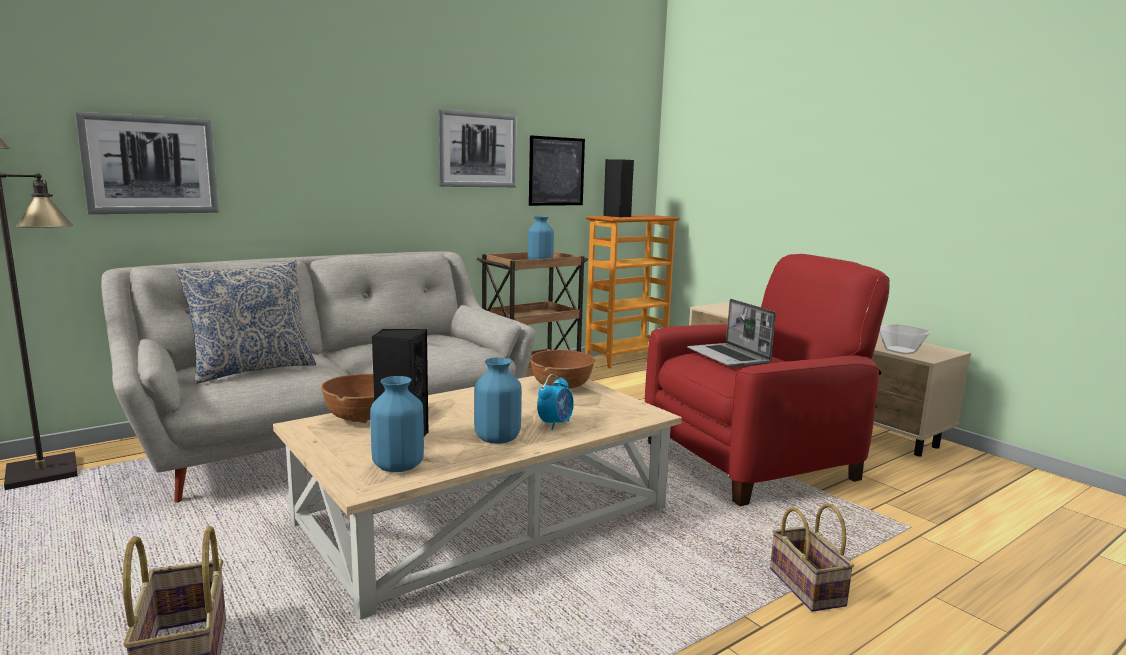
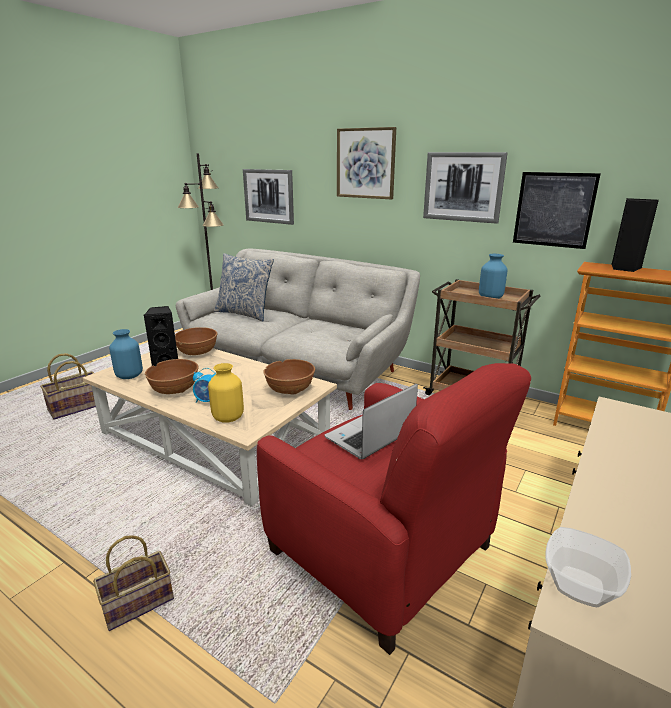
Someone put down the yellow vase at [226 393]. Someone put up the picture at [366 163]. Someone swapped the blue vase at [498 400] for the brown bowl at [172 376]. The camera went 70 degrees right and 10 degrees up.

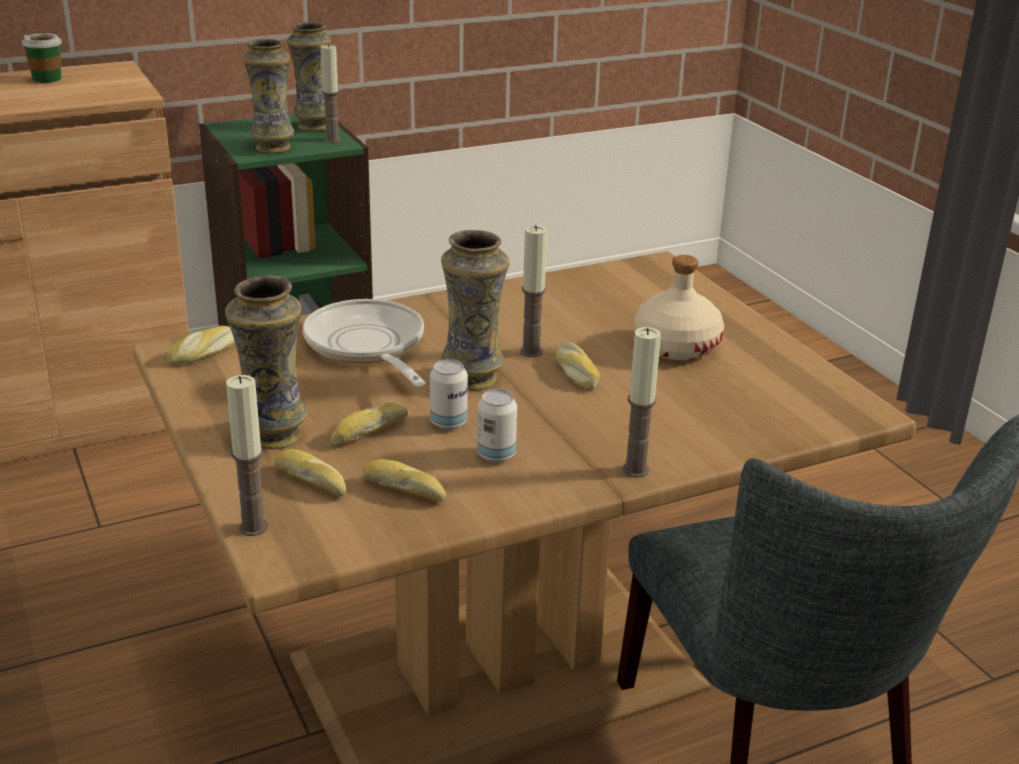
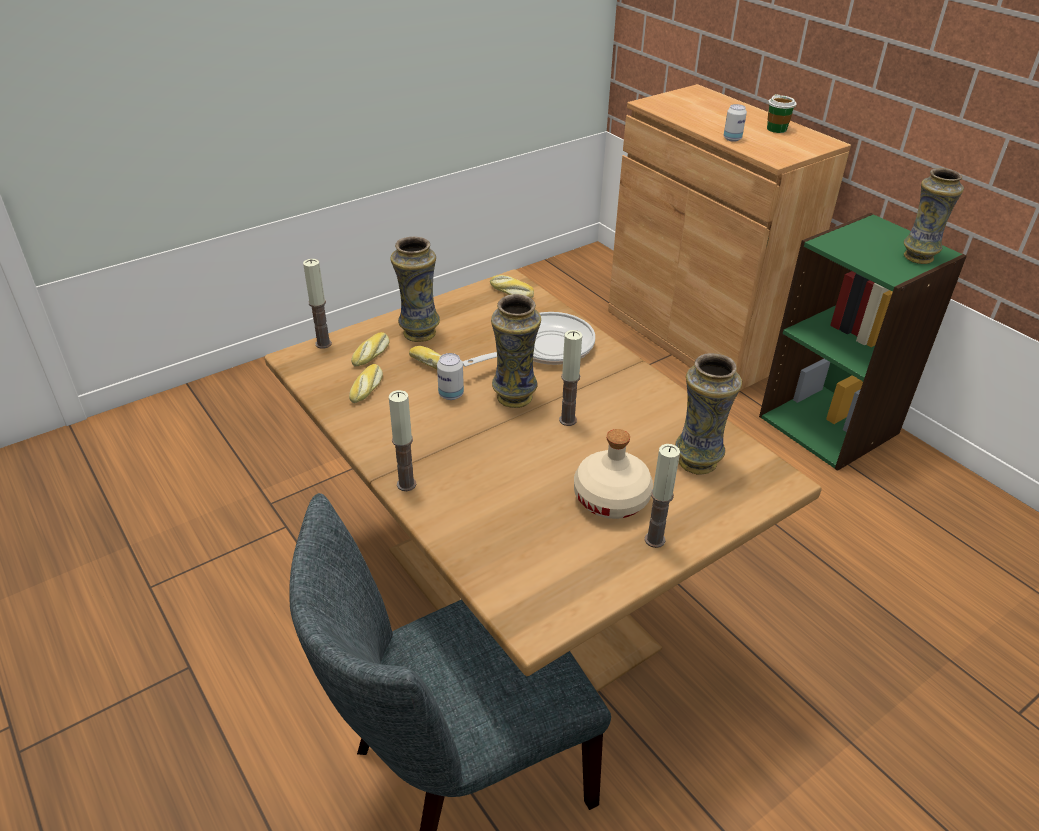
Someone took away the bread at [578 365]. Someone carried the vase from [268 96] to [708 414]. Someone carried the candle from [331 93] to [662 496]. Someone carried the can from [497 425] to [735 123]. The camera went 80 degrees right and 10 degrees up.

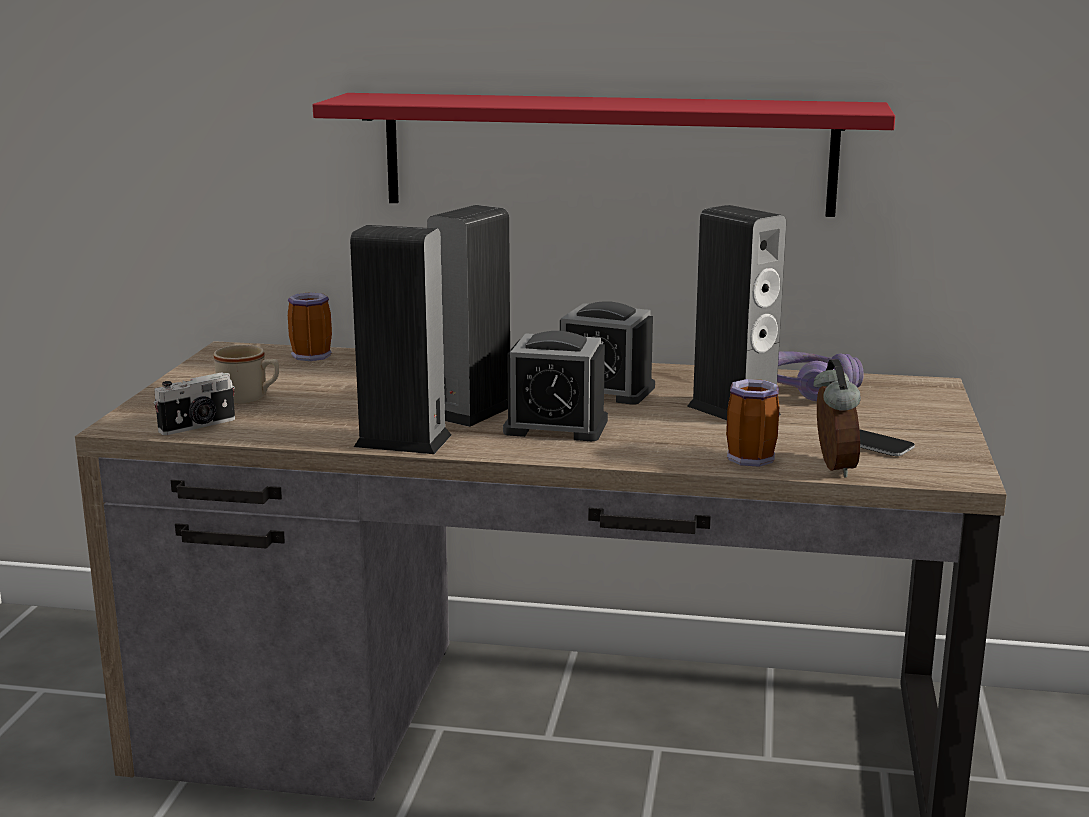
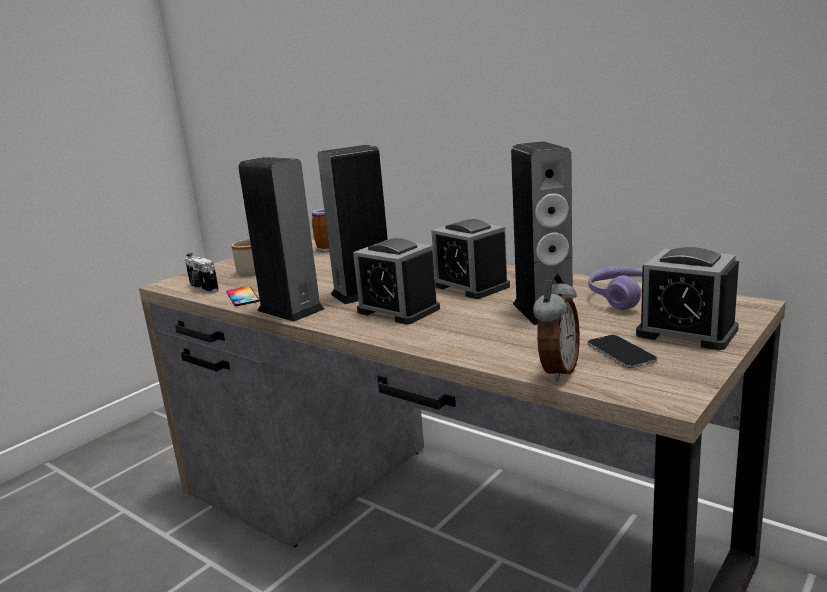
Someone took away the red shelf at [604 155]. Someone took away the mug at [752 423]. Someone put down the phone at [243 296]. Someone put down the alarm clock at [687 298]. Someone rotated the photo camera at [194 403] by 60 degrees clockwise. The camera went 30 degrees right and 0 degrees up.

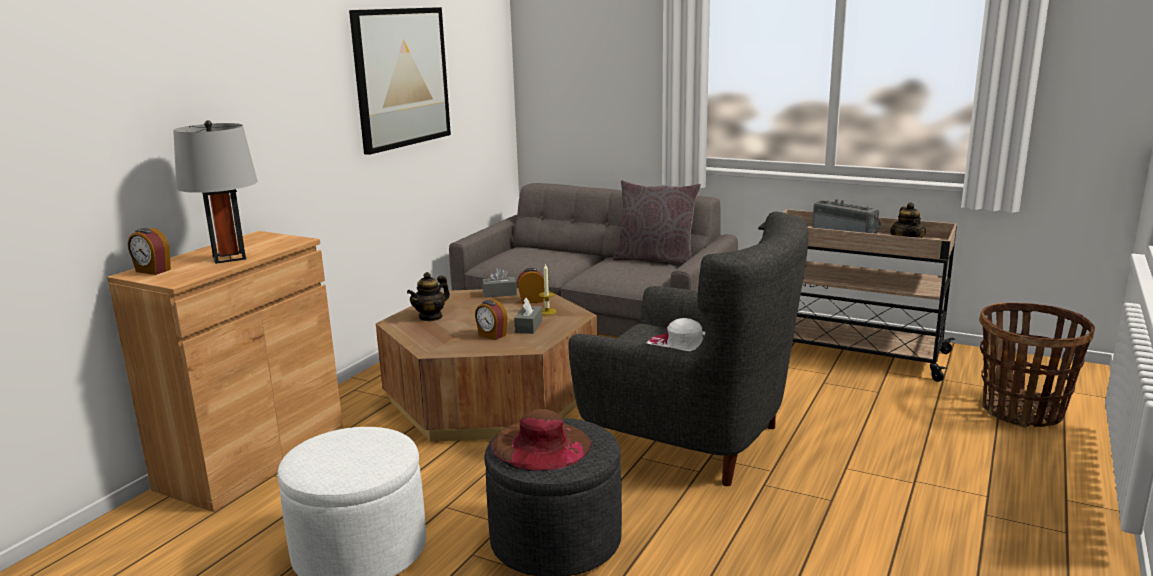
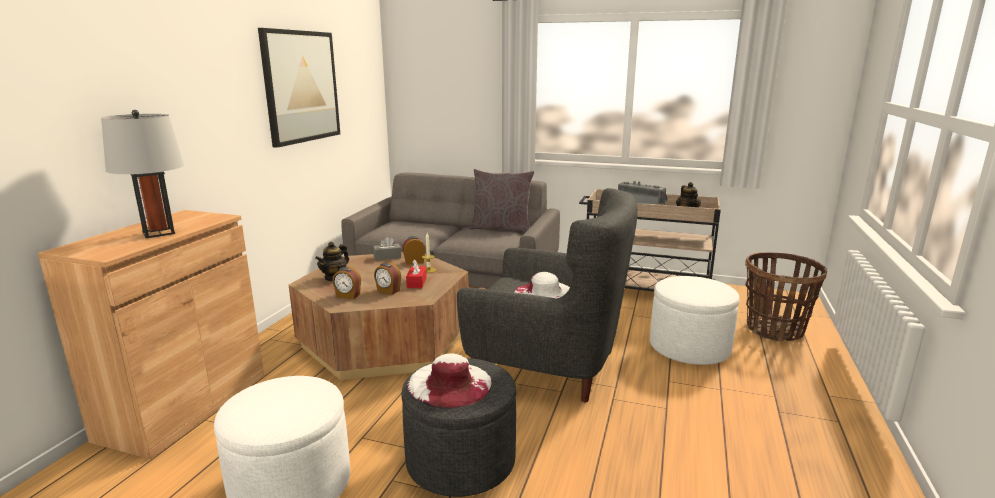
Someone put down the white ottoman at [695 320]. Someone carried the alarm clock from [149 251] to [346 283]. Someone repainted the brown hat at [541 440], which became the white hat at [449 381]. Someone repainted the grey tissue box at [528 316], which became the red tissue box at [416 273]. The camera went 10 degrees left and 0 degrees up.

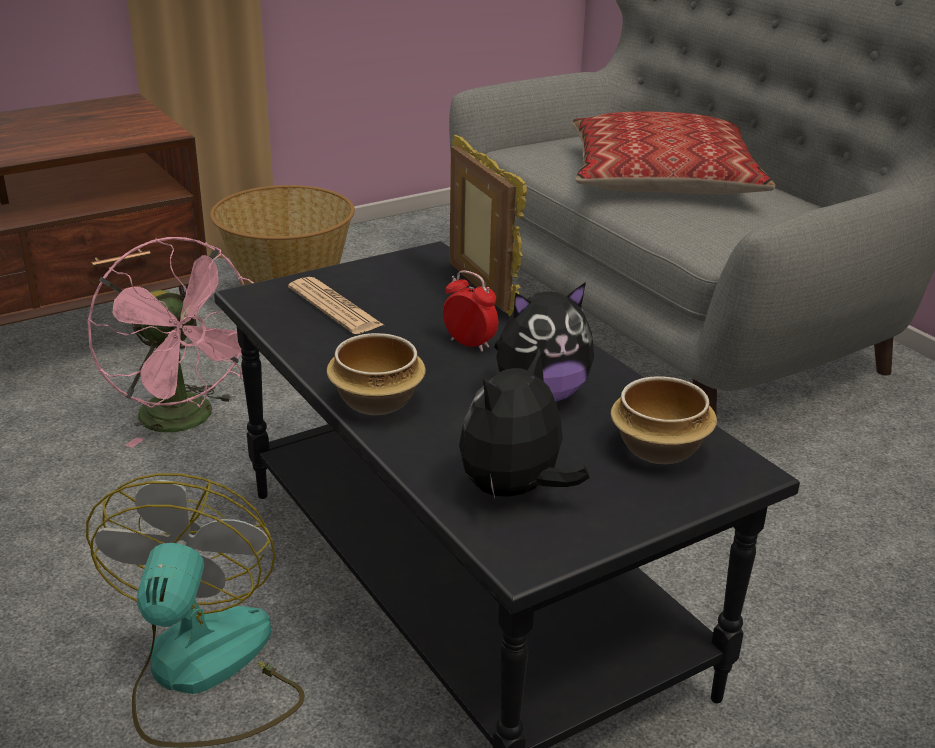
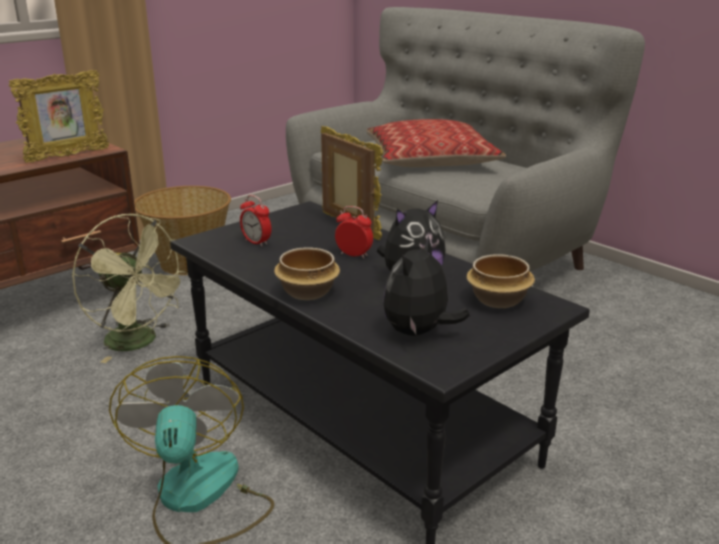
Someone put down the picture frame at [59 116]. Someone swapped the newspaper at [336 305] for the alarm clock at [256 221]. Someone repainted the pink fan at [170 342], which became the green fan at [130 288]. The camera went 10 degrees left and 5 degrees down.

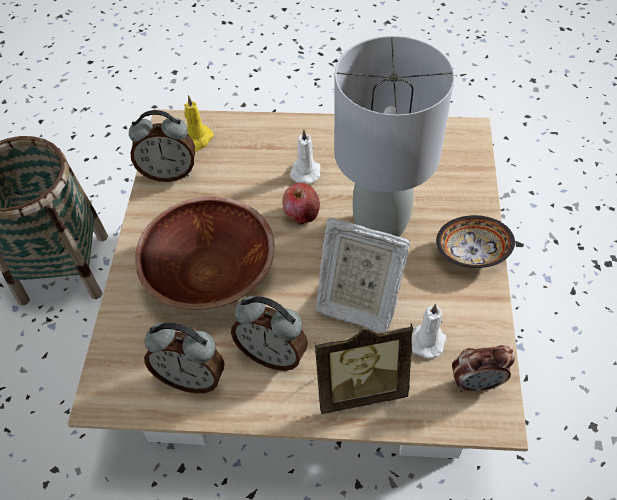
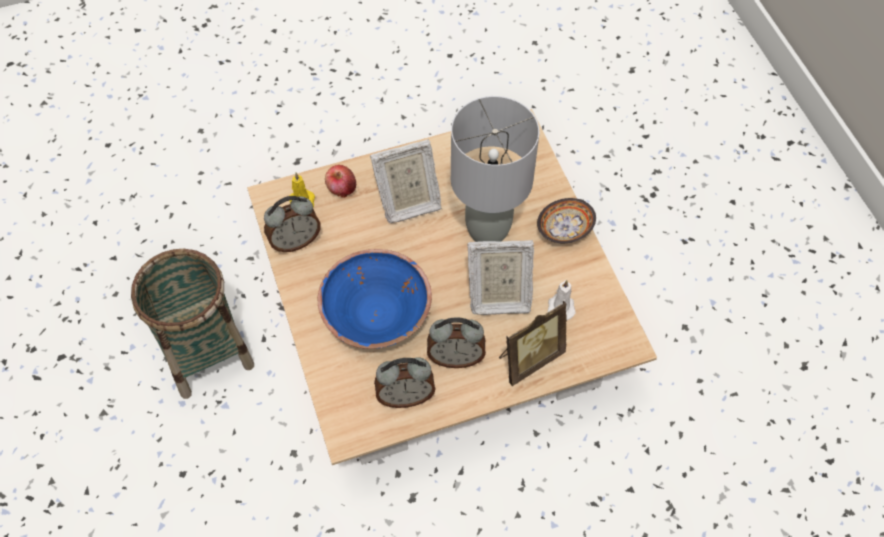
Someone took away the alarm clock at [483 368]. Someone carried the apple from [301 203] to [340 181]. Someone swapped the white candle at [305 156] for the picture frame at [406 181]. Someone repainted the brown bowl at [205 253], which became the blue bowl at [375 299]. The camera went 25 degrees left and 5 degrees up.

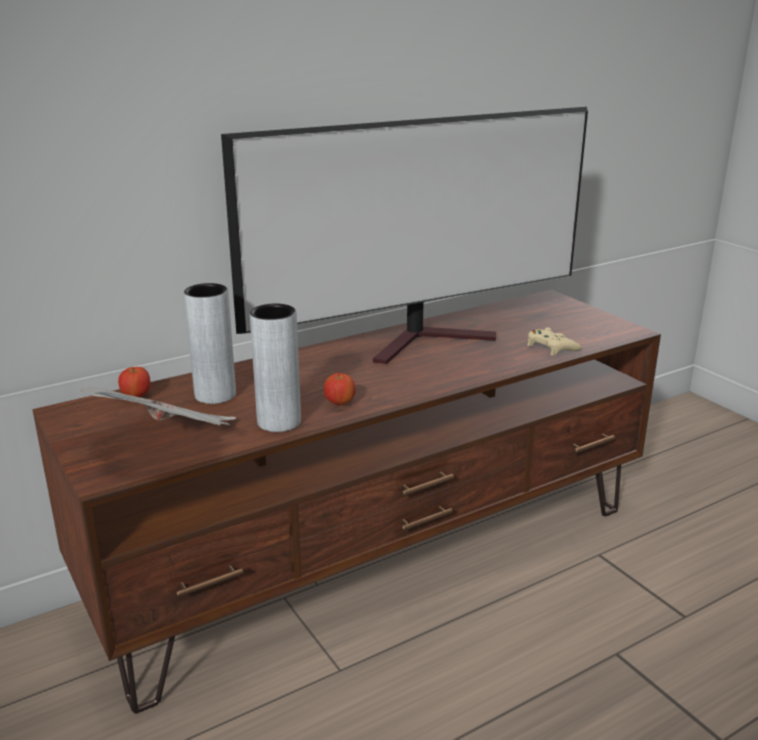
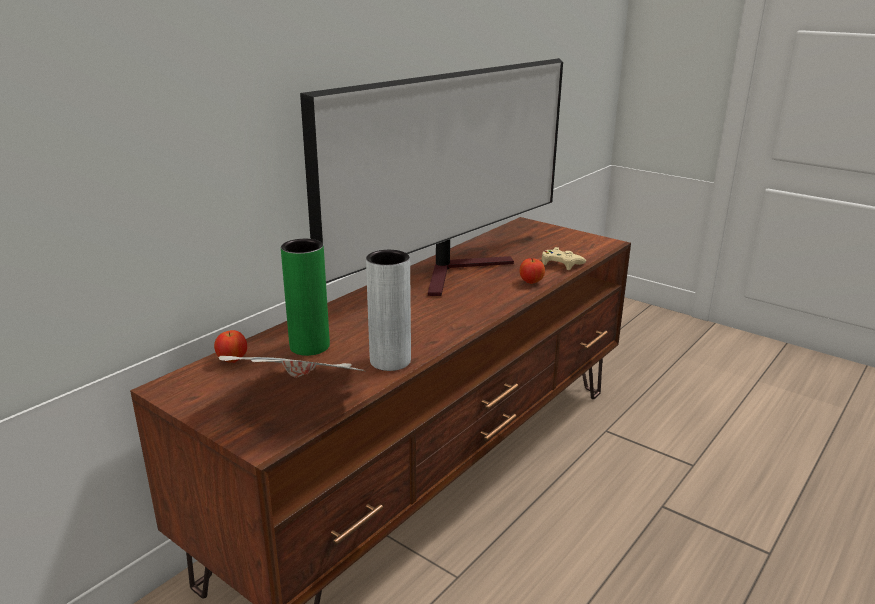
Someone carried the apple from [340 389] to [532 271]. Someone repainted the grey vase at [210 343], which became the green vase at [305 297]. The camera went 20 degrees left and 0 degrees up.

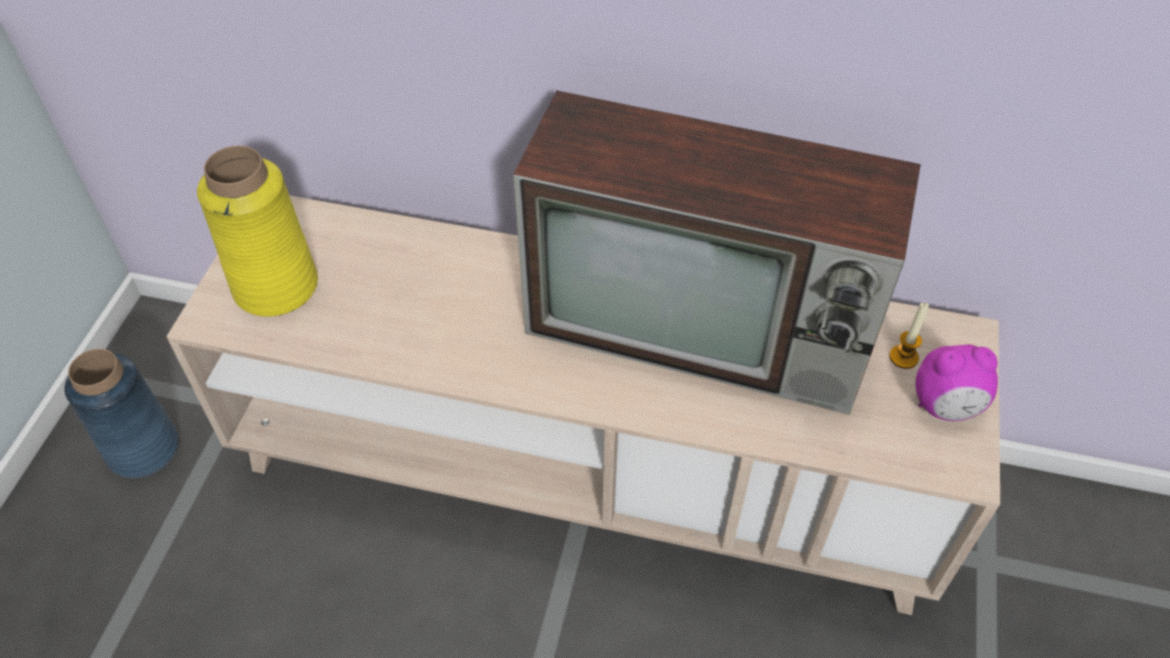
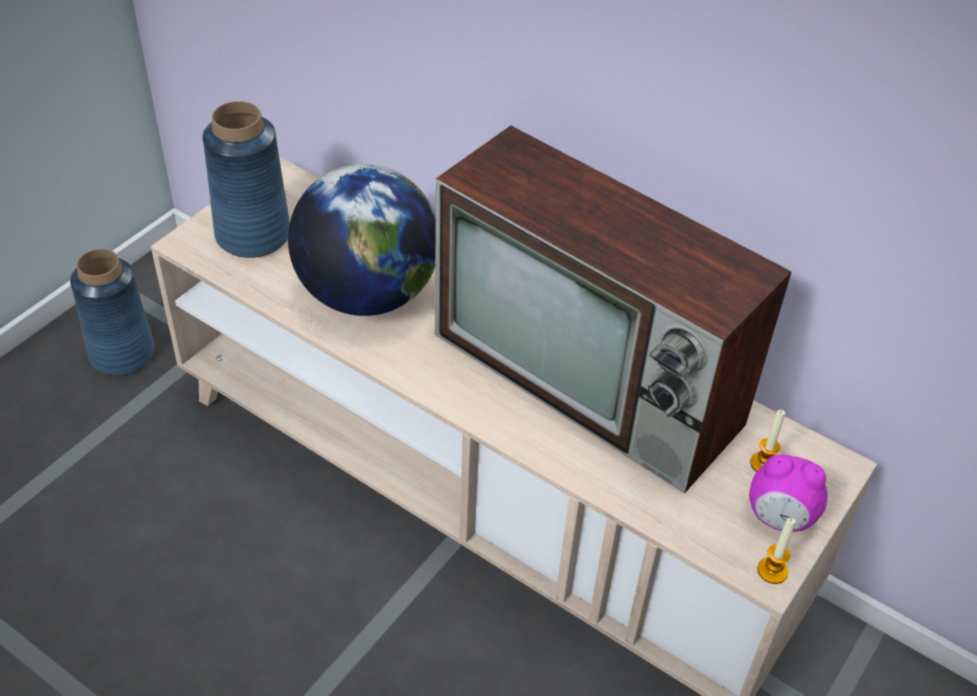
Someone put down the globe at [362 240]. Someone put down the candle at [776 550]. Someone repainted the yellow vase at [257 231], which became the blue vase at [246 179]. The camera went 20 degrees right and 5 degrees down.

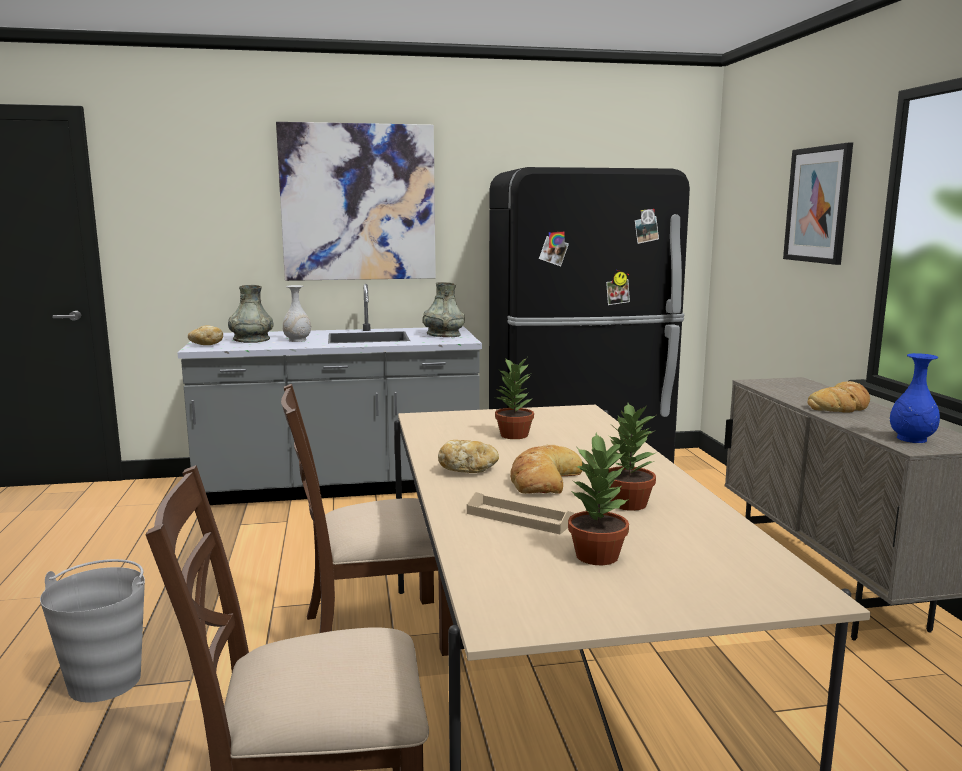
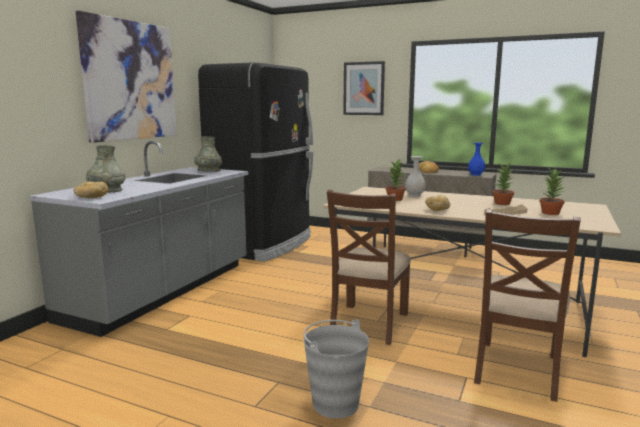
Someone took away the bread at [546 469]. Someone carried the white vase from [297 313] to [415 176]. The camera went 55 degrees left and 0 degrees up.

